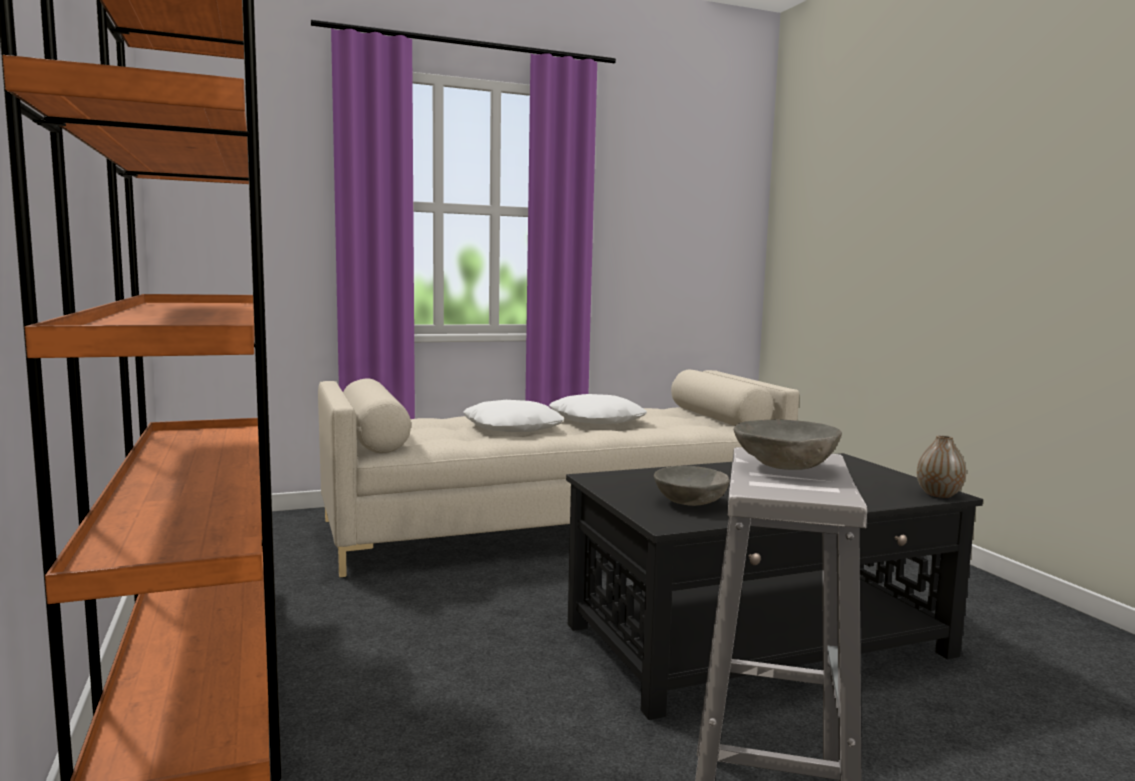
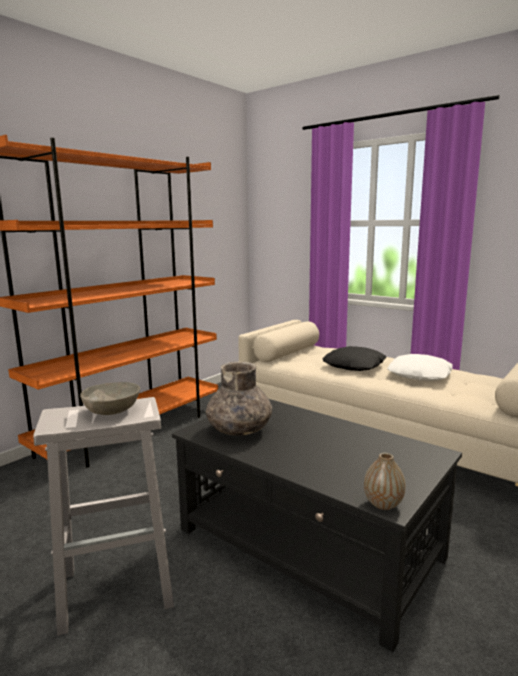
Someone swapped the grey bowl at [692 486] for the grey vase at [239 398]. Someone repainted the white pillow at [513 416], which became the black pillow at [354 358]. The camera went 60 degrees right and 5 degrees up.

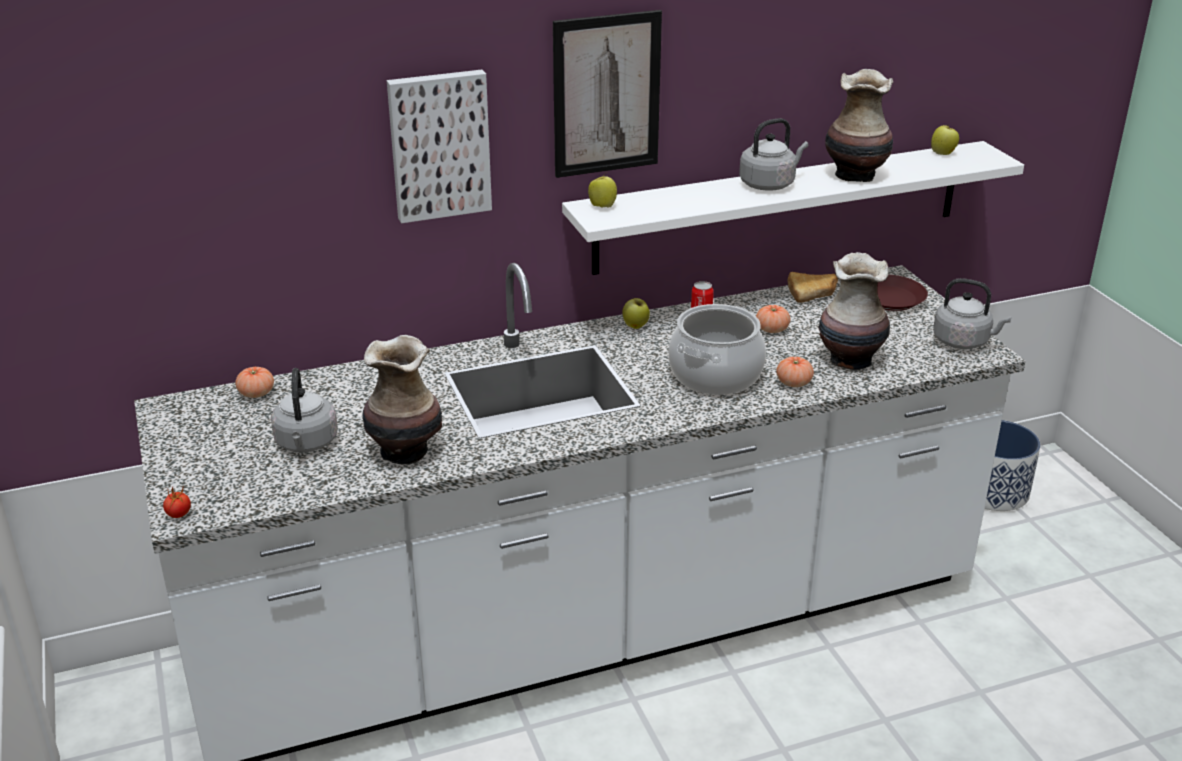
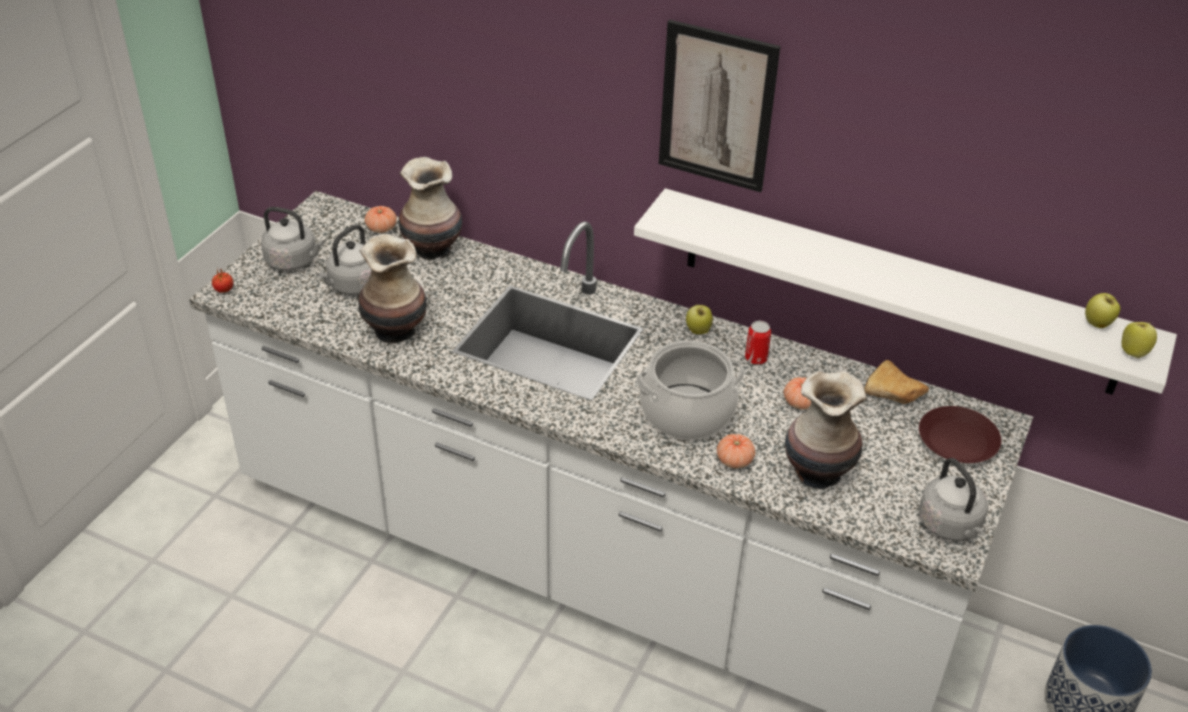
Someone took away the picture at [439 146]. Someone carried the apple from [602 189] to [1139 340]. Someone carried the grey kettle from [773 154] to [292 239]. Someone carried the vase from [859 125] to [430 209]. The camera went 45 degrees right and 10 degrees up.

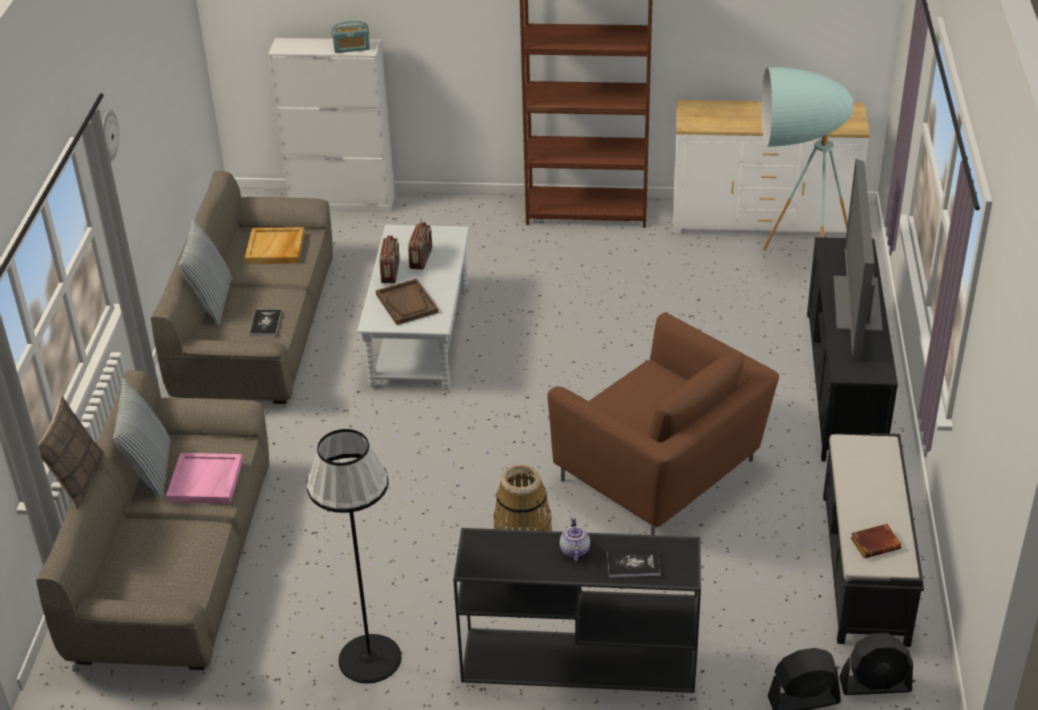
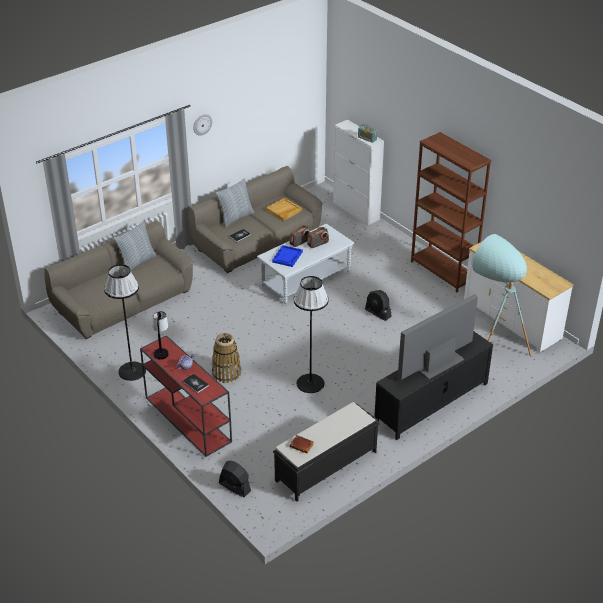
Someone took away the pillow at [71 452]. Someone took away the pink tray at [204 478]. Someone put down the table lamp at [161 335]. Someone carried the black fan from [876 664] to [378 305]. Someone swapped the brown armchair at [663 423] for the black floor lamp at [311 334]. Someone repainted the brown tray at [407 301], which became the blue tray at [287 256]. Someone repainted the black console table at [577 610], which became the red console table at [186 396]. The camera went 45 degrees right and 0 degrees up.

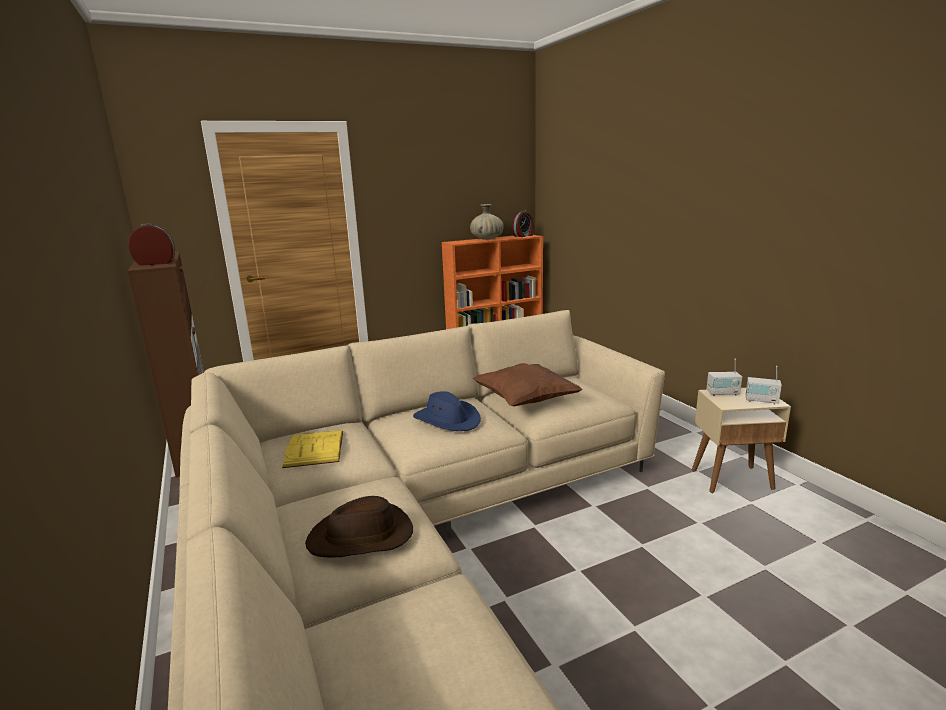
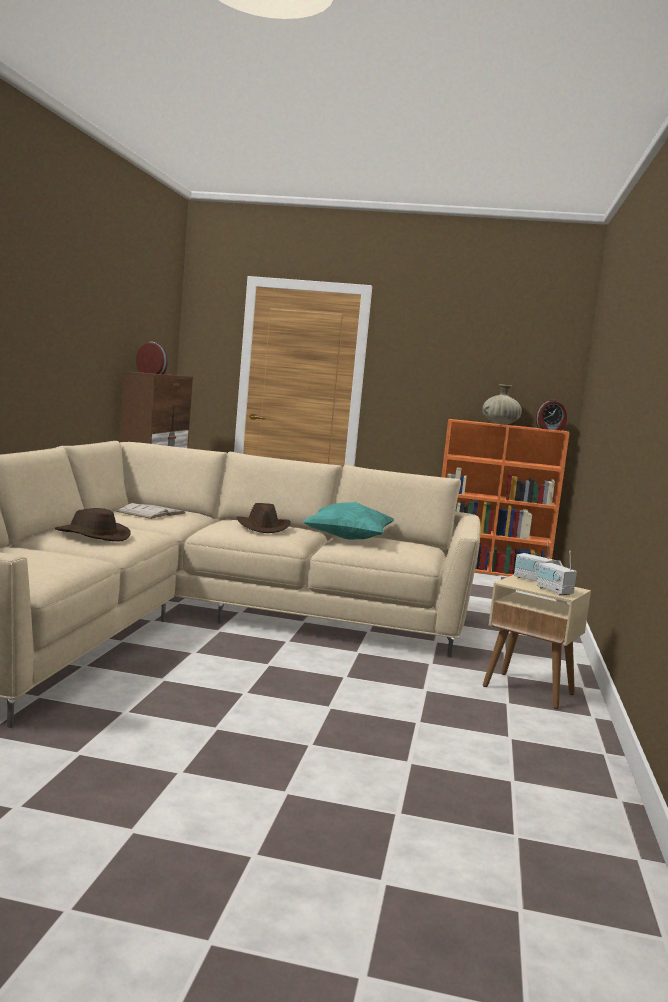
Someone repainted the yellow book at [312 449], which became the white book at [150 511]. Someone repainted the blue hat at [447 411], which became the brown hat at [263 518]. Someone repainted the brown pillow at [527 384], which became the turquoise pillow at [348 521]. The camera went 35 degrees right and 10 degrees down.

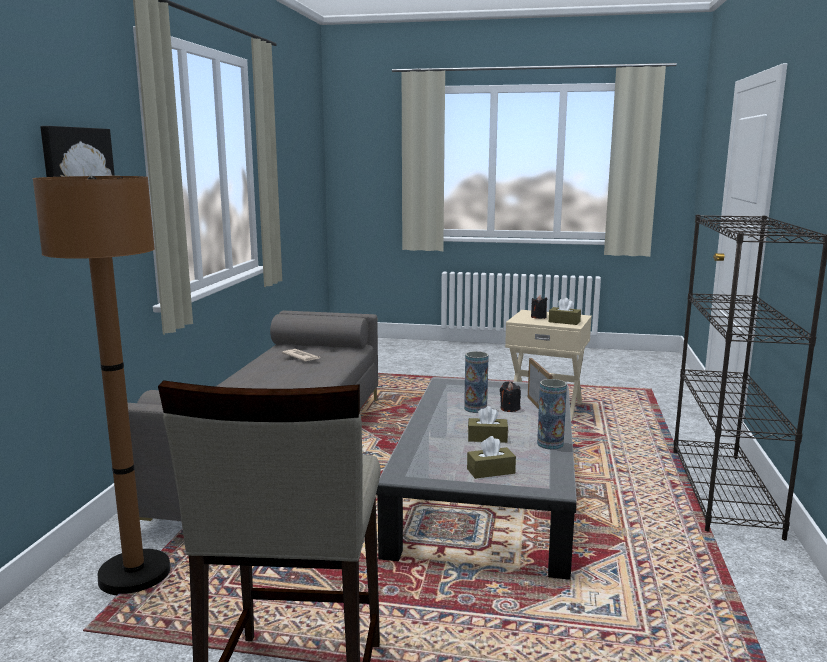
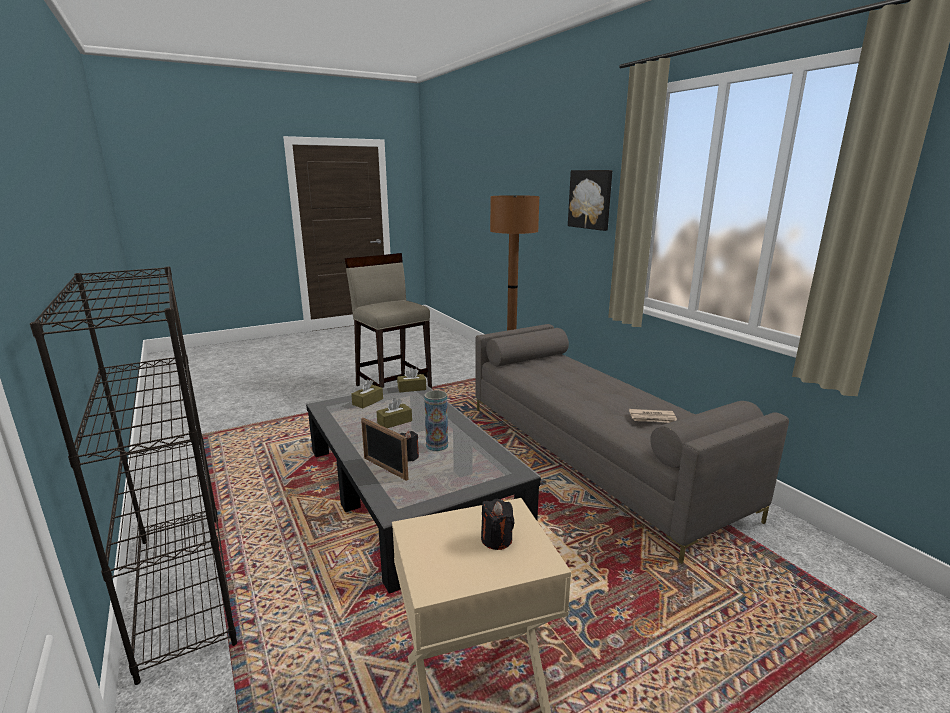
Someone took away the vase at [552 414]. Someone carried the brown tissue box from [565 311] to [411 379]. The camera went 140 degrees right and 5 degrees up.

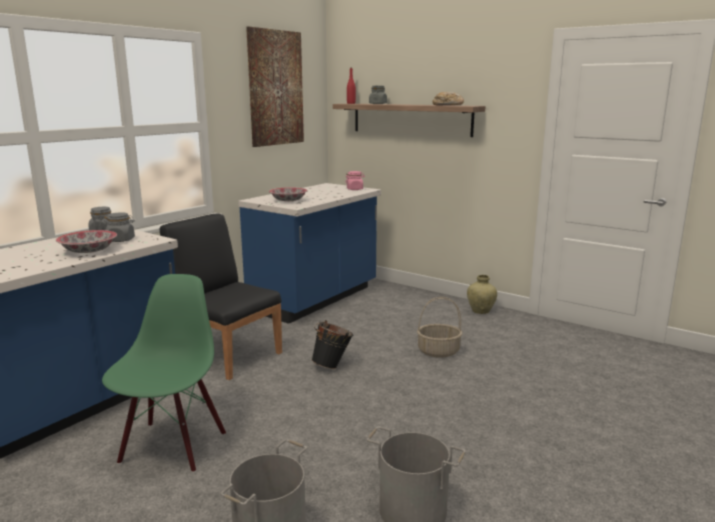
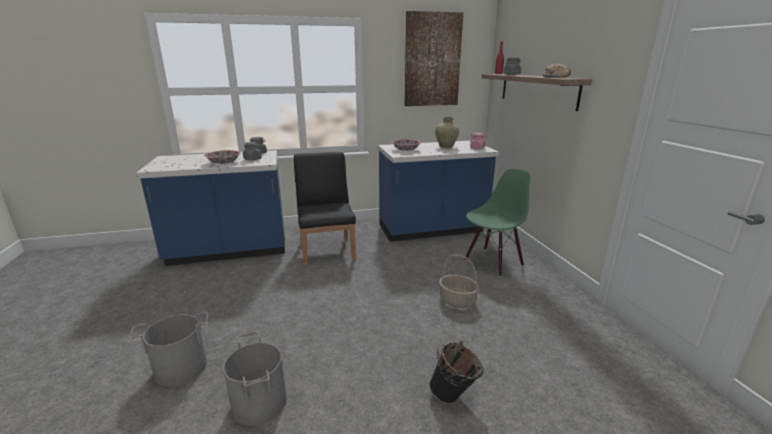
Someone carried the green chair from [164 373] to [497 223]. Someone carried the black bucket from [332 344] to [456 372]. Someone carried the beige vase from [482 294] to [447 132]. The camera went 40 degrees right and 5 degrees up.

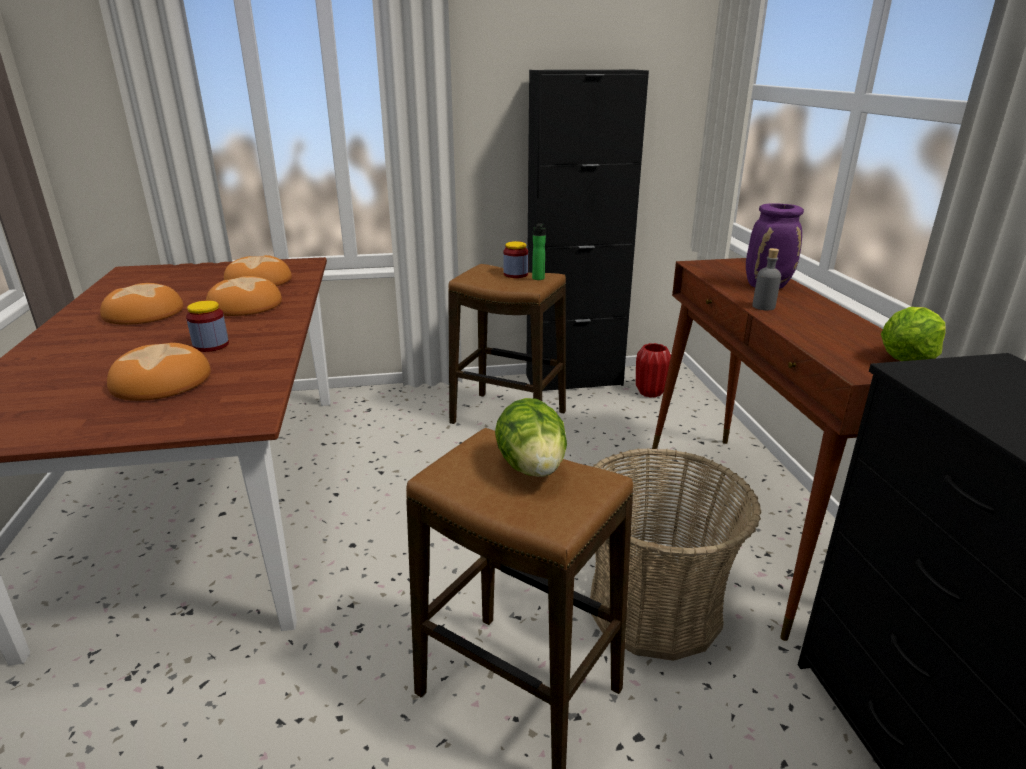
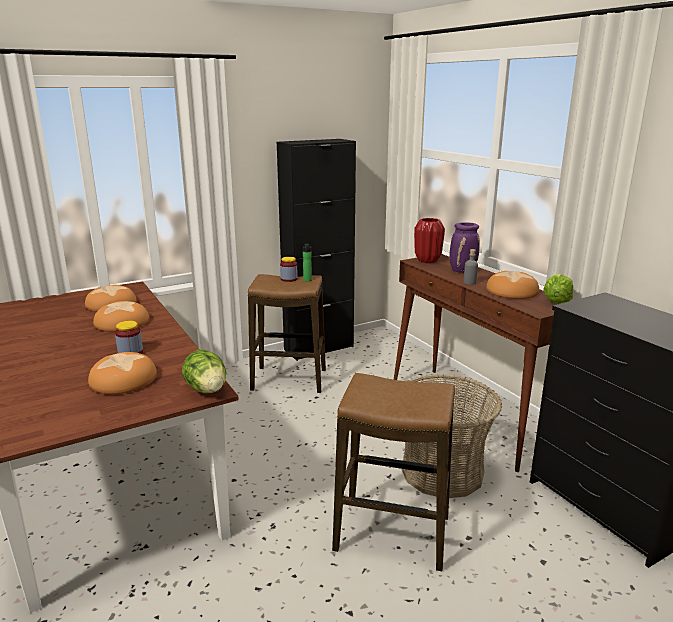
Someone carried the bread from [141 304] to [512 285]. Someone carried the lettuce from [531 437] to [204 371]. Someone carried the red vase from [653 370] to [429 240]. The camera went 20 degrees left and 5 degrees down.

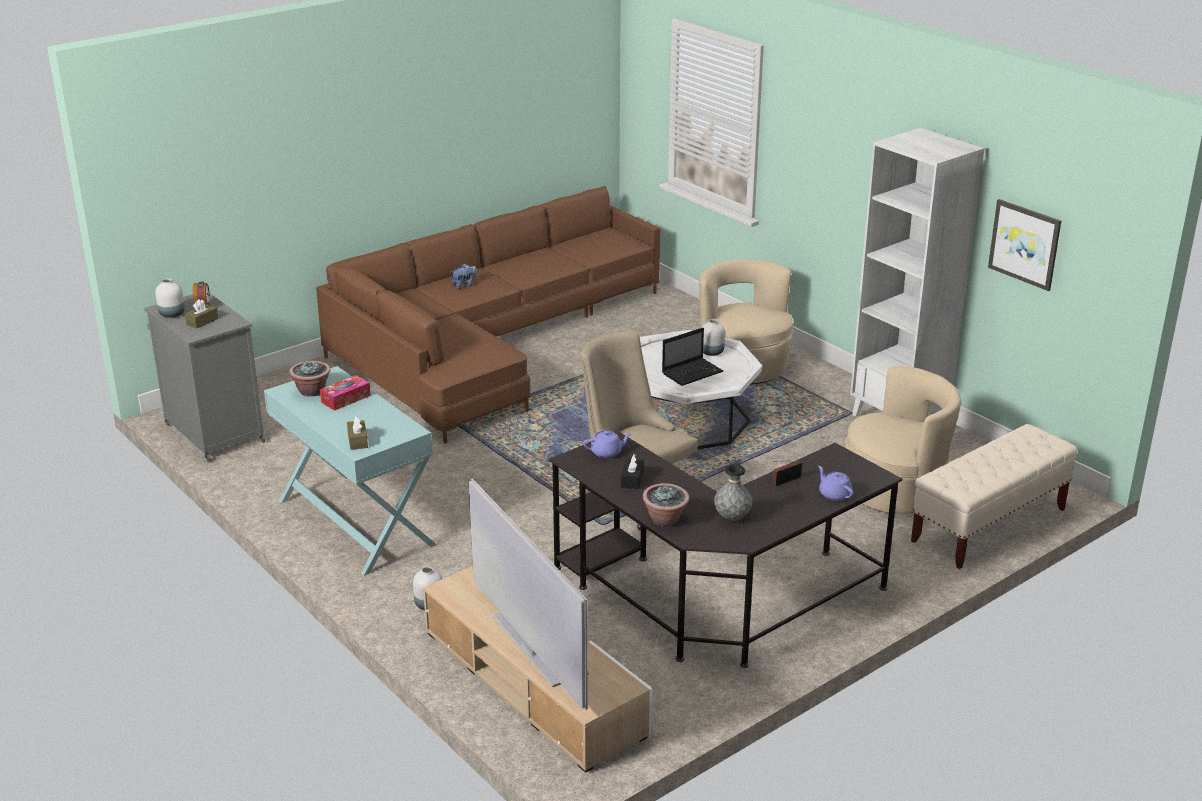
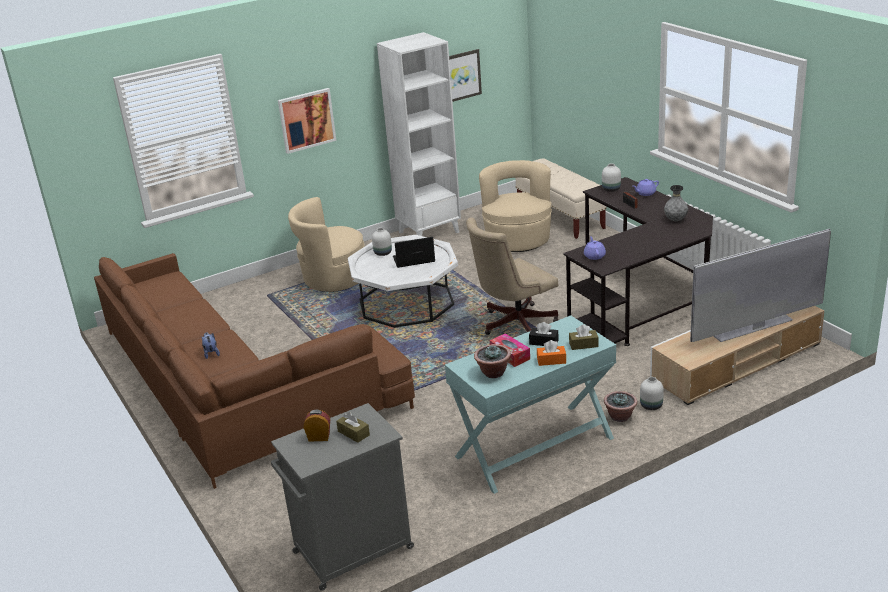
Someone put up the picture at [307 121]. Someone put down the orange tissue box at [551 353]. Someone carried the white vase from [170 298] to [611 178]. Someone carried the black tissue box from [632 471] to [543 334]. Someone carried the potted plant from [666 505] to [620 406]. Someone rotated the laptop at [692 357] by 75 degrees counterclockwise. The camera went 80 degrees left and 0 degrees up.

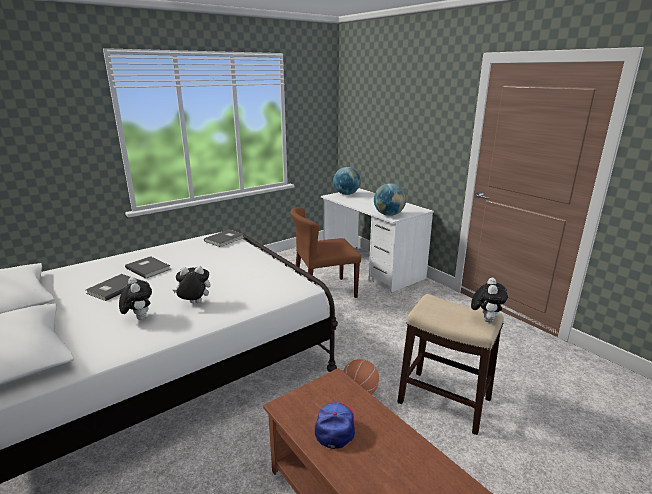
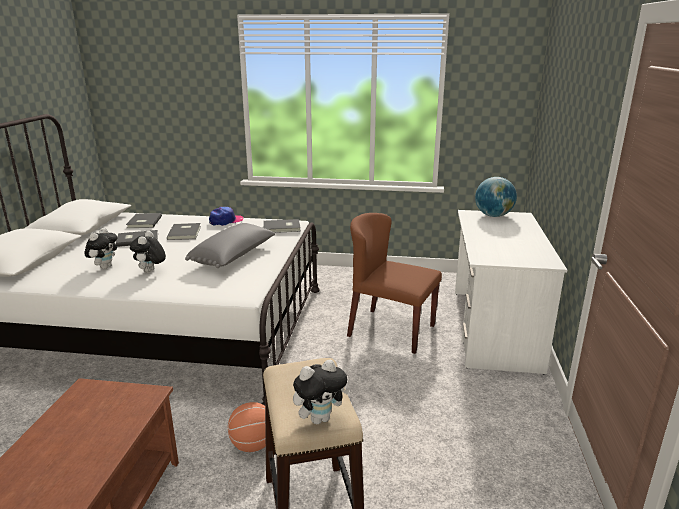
Someone took away the globe at [390 199]. Someone put down the grey book at [144 220]. Someone put down the grey pillow at [230 245]. Someone carried the cap from [335 425] to [226 216]. Someone rotated the plush toy at [191 284] by 120 degrees counterclockwise. The camera went 45 degrees right and 0 degrees up.

